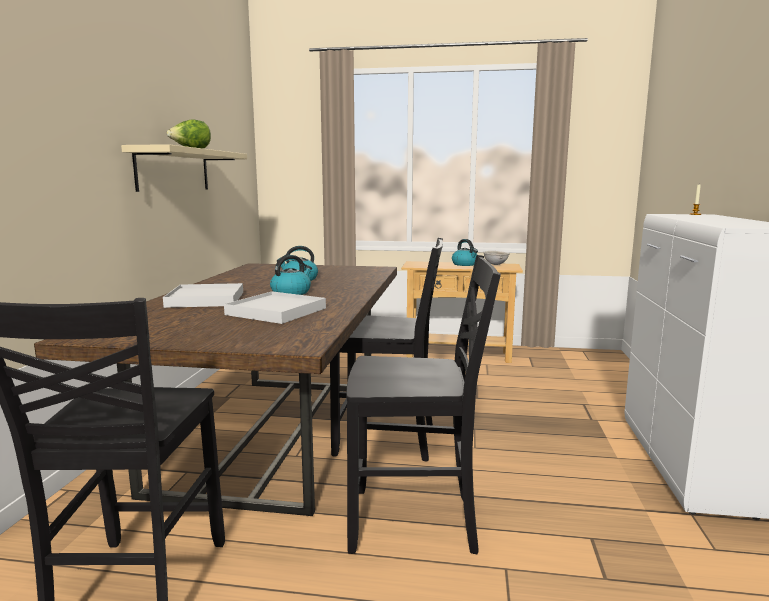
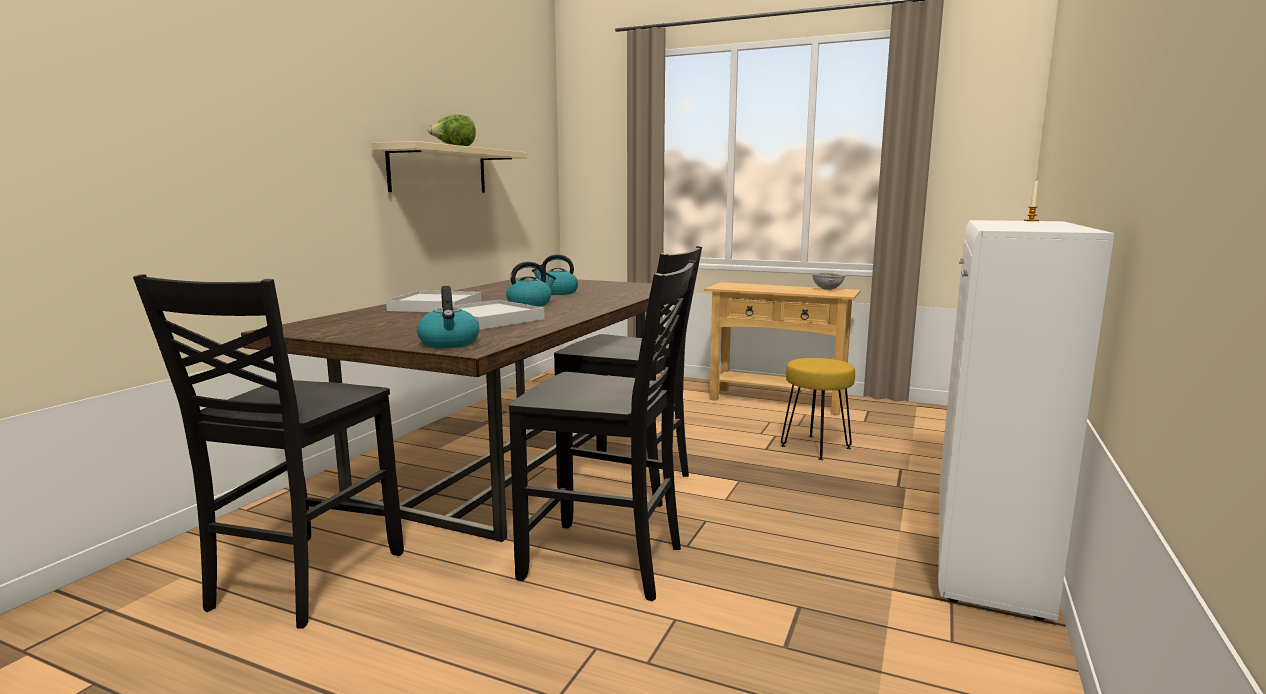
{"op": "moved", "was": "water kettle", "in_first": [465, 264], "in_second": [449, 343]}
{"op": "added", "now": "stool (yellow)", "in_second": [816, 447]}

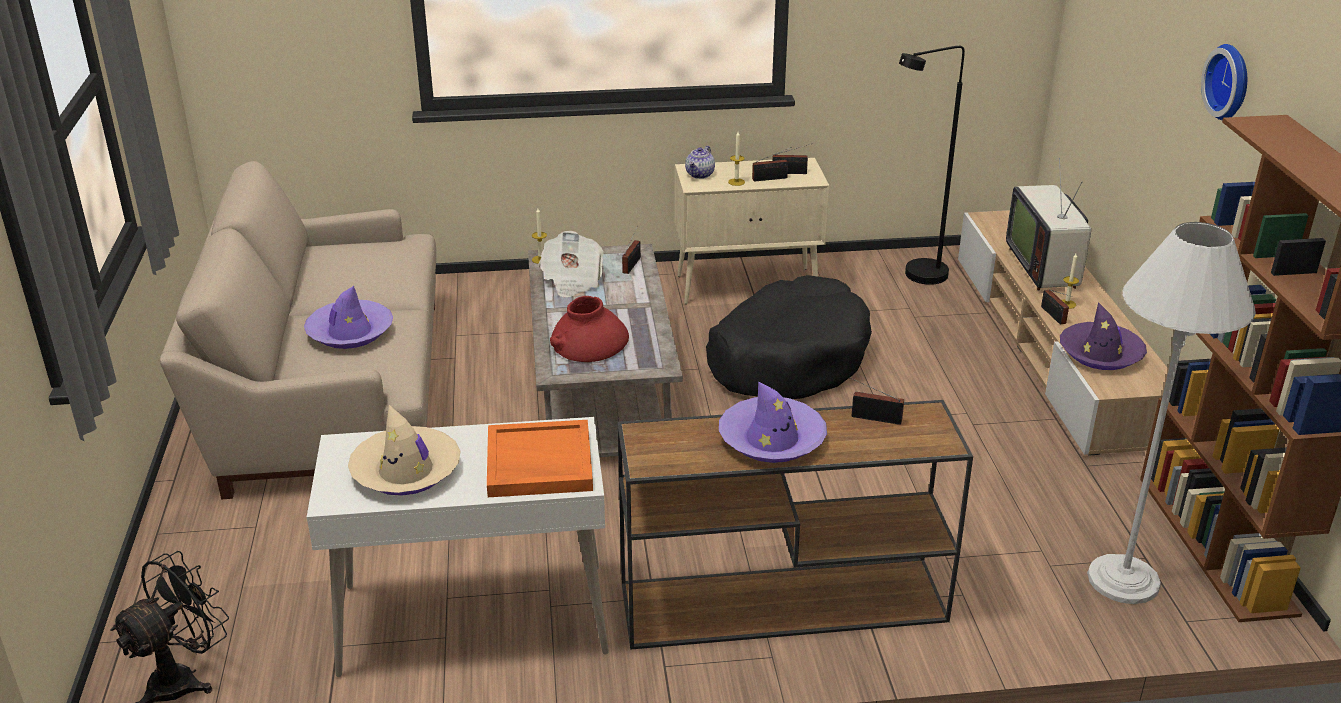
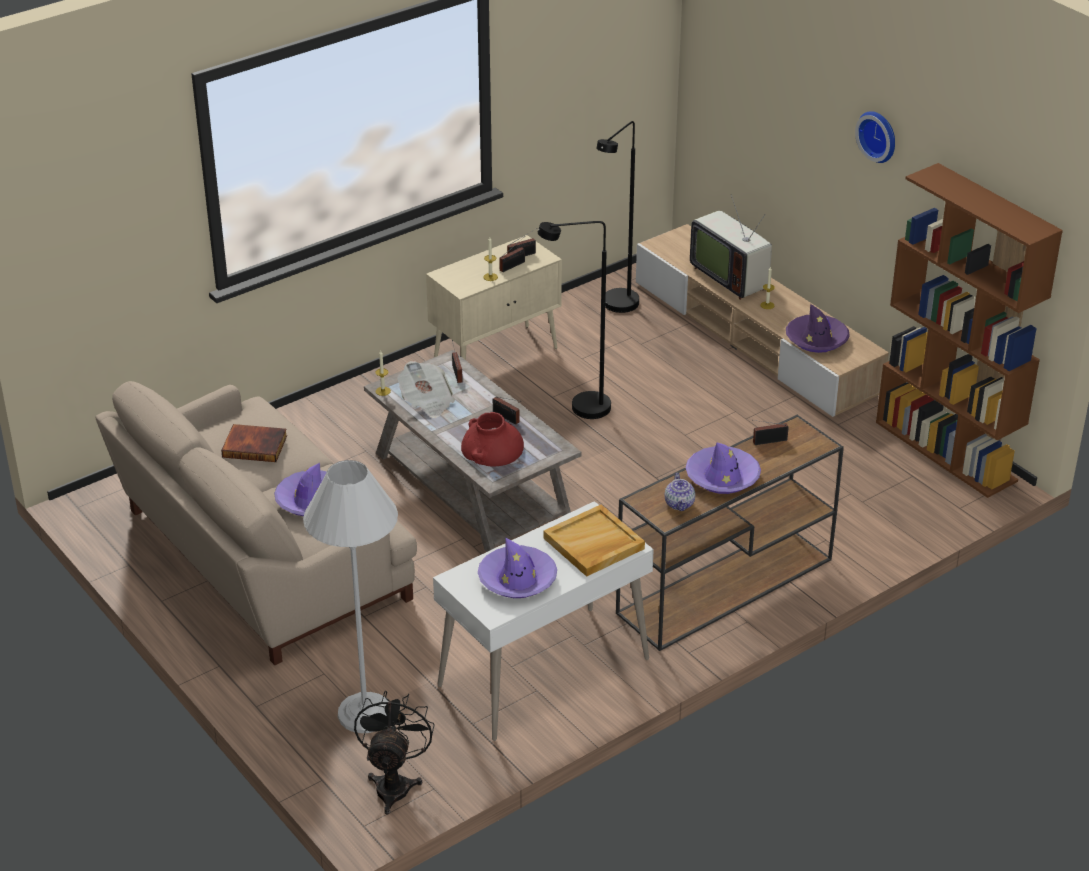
{"op": "recoloured", "was": "clothing hat (sand-coloured)", "now": "clothing hat (purple-coloured)", "in_first": [406, 471], "in_second": [517, 579]}
{"op": "recoloured", "was": "serving tray (orangey)", "now": "serving tray (sand-coloured)", "in_first": [538, 463], "in_second": [593, 544]}
{"op": "moved", "was": "tea pot", "in_first": [700, 175], "in_second": [680, 504]}
{"op": "replaced", "was": "pet bed (black-coloured)", "now": "standing lamp (black-coloured)", "in_first": [788, 358], "in_second": [580, 409]}
{"op": "moved", "was": "radio set", "in_first": [1054, 316], "in_second": [507, 418]}
{"op": "moved", "was": "standing lamp (white-coloured)", "in_first": [1123, 579], "in_second": [365, 713]}
{"op": "added", "now": "bound book", "in_second": [255, 445]}

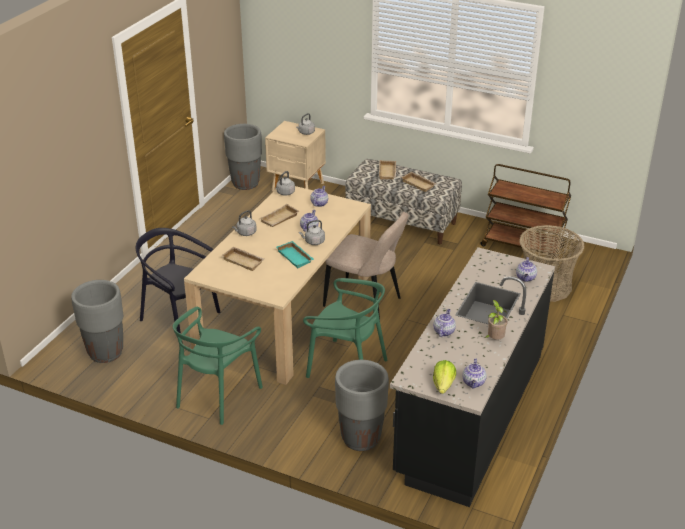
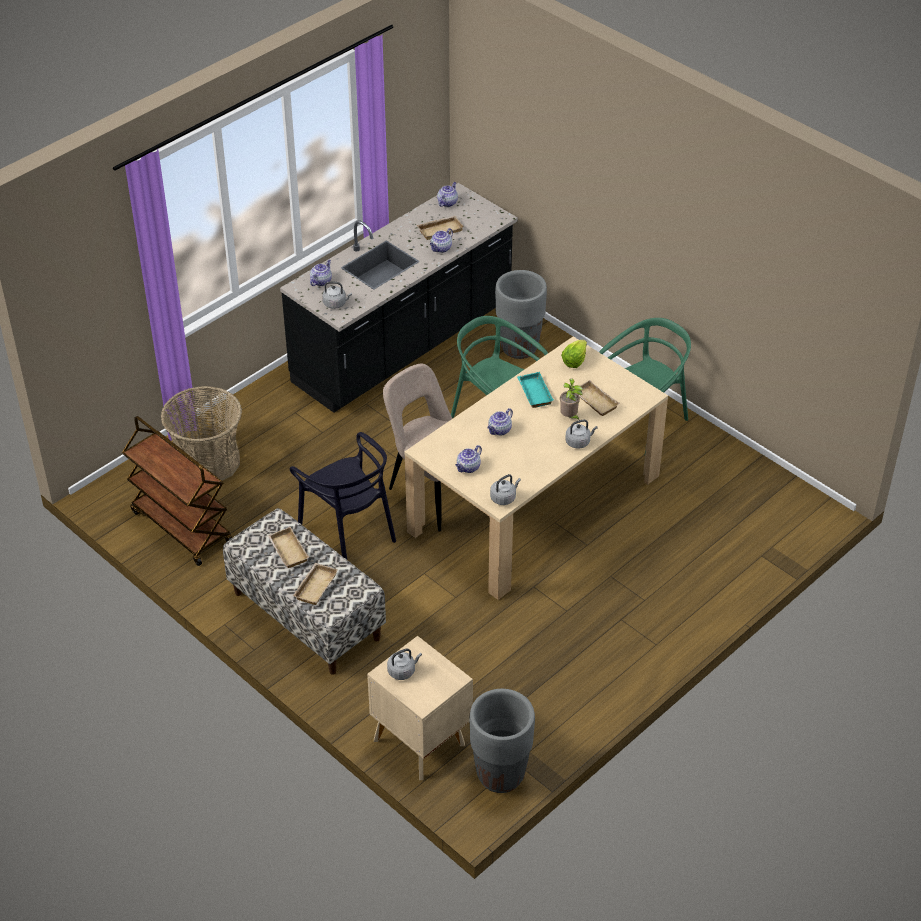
{"op": "removed", "was": "flower pot (greyish)", "in_first": [105, 353]}
{"op": "moved", "was": "chair (black-coloured)", "in_first": [179, 318], "in_second": [348, 532]}
{"op": "moved", "was": "serving tray (sand-coloured)", "in_first": [280, 219], "in_second": [440, 229]}
{"op": "moved", "was": "water kettle (greyish)", "in_first": [313, 242], "in_second": [336, 303]}
{"op": "moved", "was": "lettuce head", "in_first": [443, 385], "in_second": [574, 361]}
{"op": "moved", "was": "plant in a pot", "in_first": [494, 339], "in_second": [569, 417]}

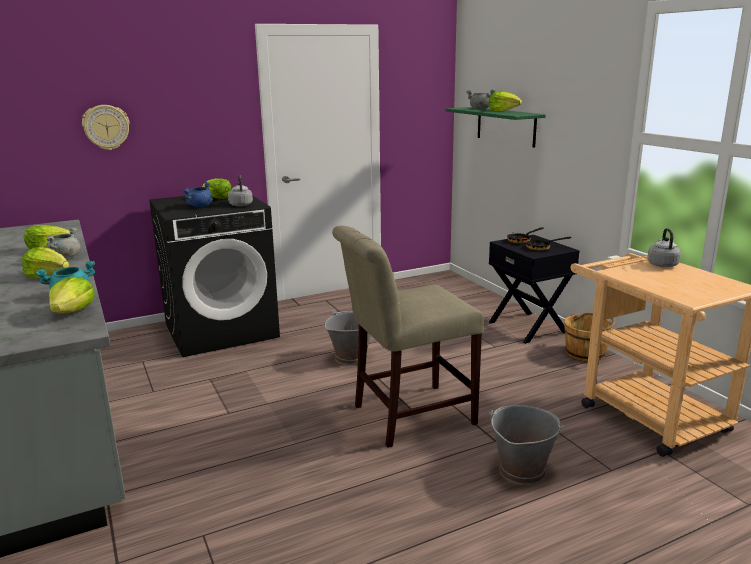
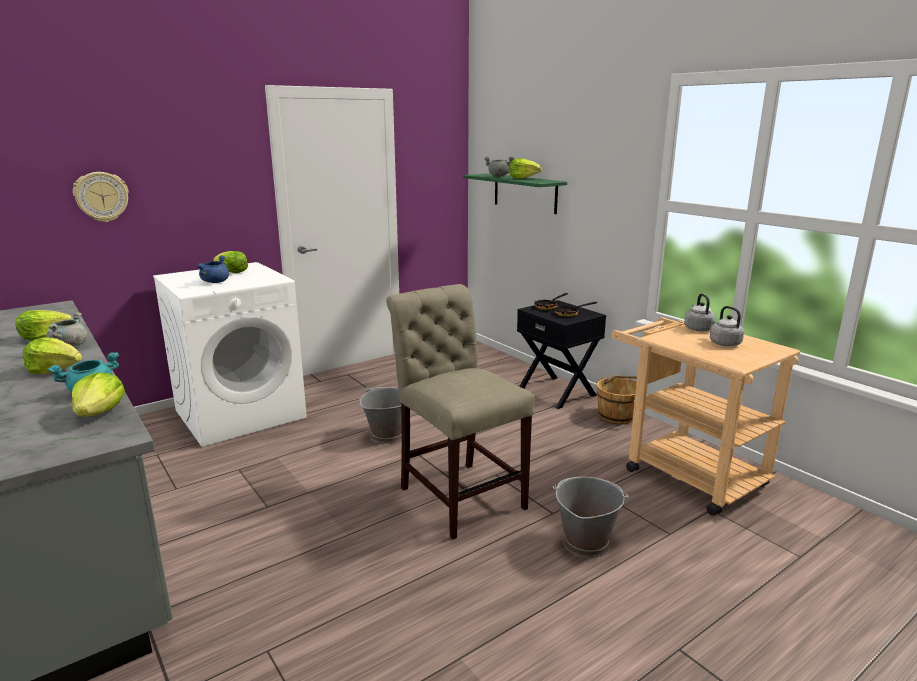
{"op": "recoloured", "was": "laundry appliance (black-coloured)", "now": "laundry appliance (white-coloured)", "in_first": [222, 330], "in_second": [241, 413]}
{"op": "moved", "was": "water kettle (greyish)", "in_first": [241, 204], "in_second": [723, 343]}
{"op": "turned", "was": "chair (sand-coloured)", "in_first": [407, 416], "in_second": [458, 494], "clockwise": 90}

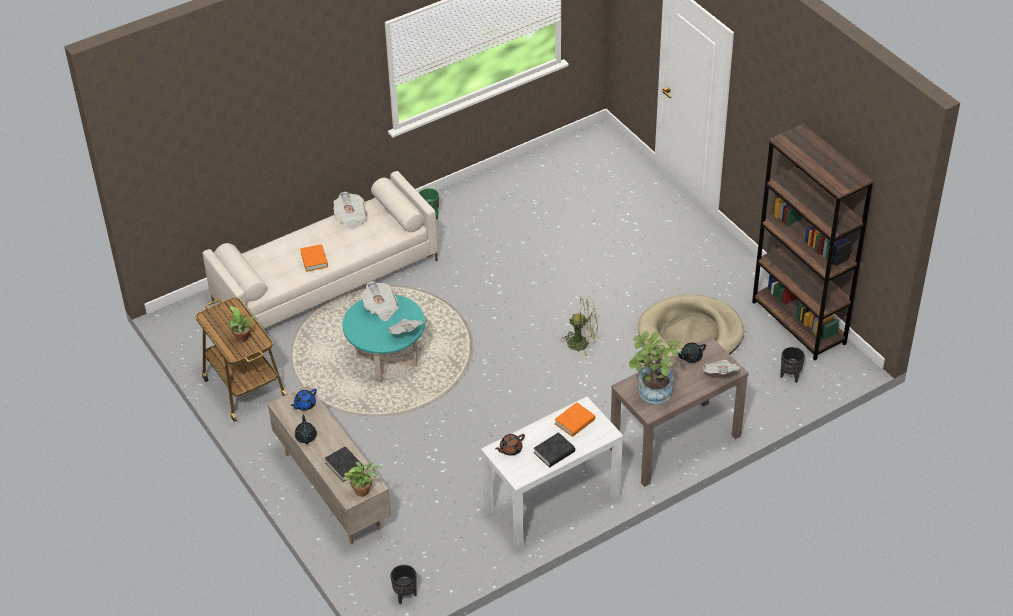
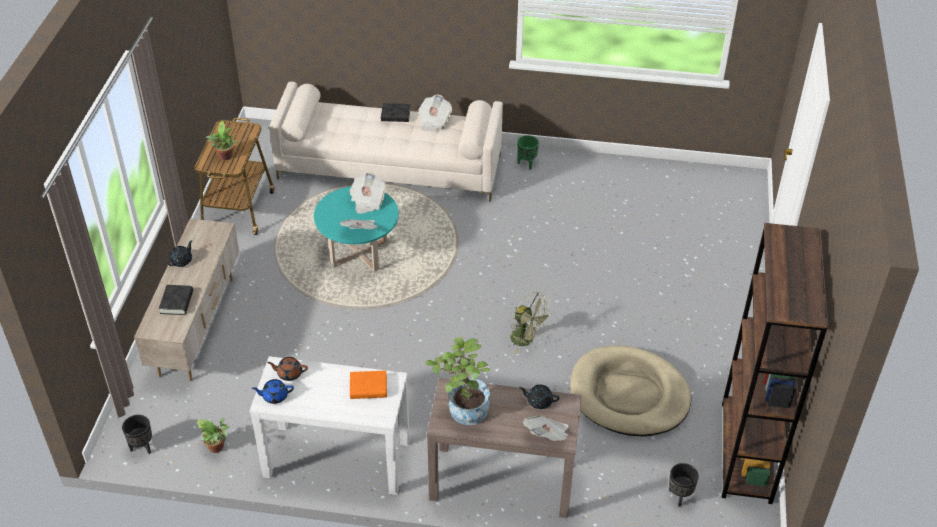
{"op": "moved", "was": "tea pot (blue)", "in_first": [304, 405], "in_second": [274, 396]}
{"op": "removed", "was": "bound book (orangey)", "in_first": [314, 260]}
{"op": "moved", "was": "plant in a pot", "in_first": [364, 490], "in_second": [218, 447]}
{"op": "moved", "was": "bound book (black-coloured)", "in_first": [554, 452], "in_second": [395, 115]}

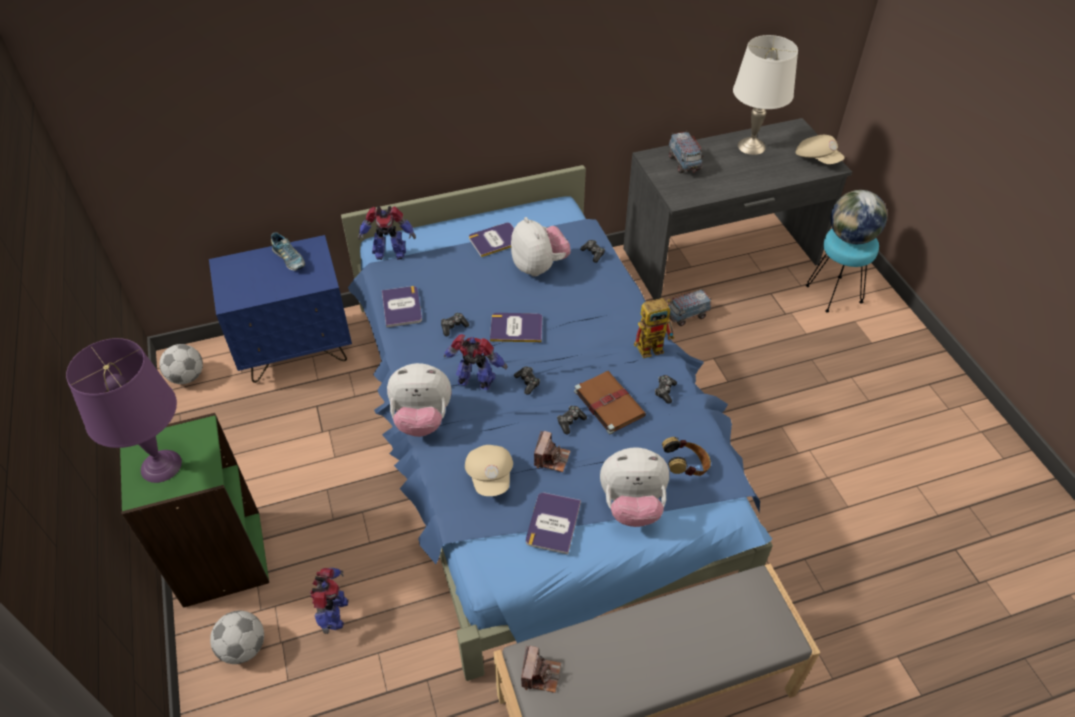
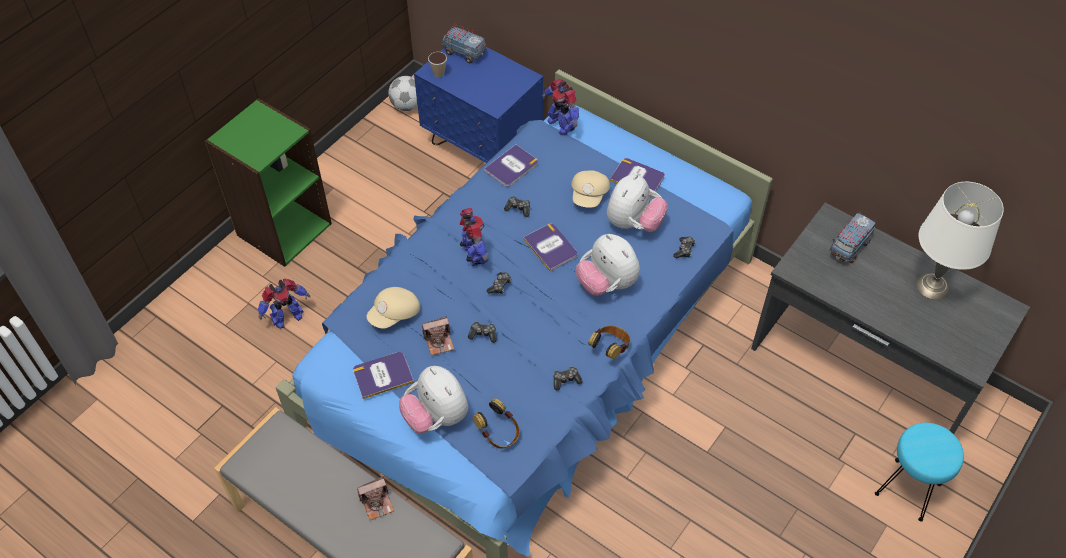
{"op": "removed", "was": "table lamp (purple-coloured)", "in_first": [160, 465]}
{"op": "removed", "was": "ball for football", "in_first": [244, 647]}
{"op": "removed", "was": "item of footwear", "in_first": [289, 259]}
{"op": "moved", "was": "plush toy", "in_first": [422, 419], "in_second": [607, 283]}
{"op": "moved", "was": "photo camera", "in_first": [540, 674], "in_second": [377, 503]}
{"op": "removed", "was": "bound book (brownish)", "in_first": [608, 402]}
{"op": "replaced", "was": "toy robot", "now": "headphones", "in_first": [654, 346], "in_second": [610, 348]}
{"op": "moved", "was": "model truck", "in_first": [686, 315], "in_second": [464, 53]}
{"op": "moved", "was": "cap (sand-coloured)", "in_first": [818, 159], "in_second": [590, 195]}
{"op": "removed", "was": "world globe", "in_first": [851, 238]}
{"op": "added", "now": "drinking cup", "in_second": [438, 73]}

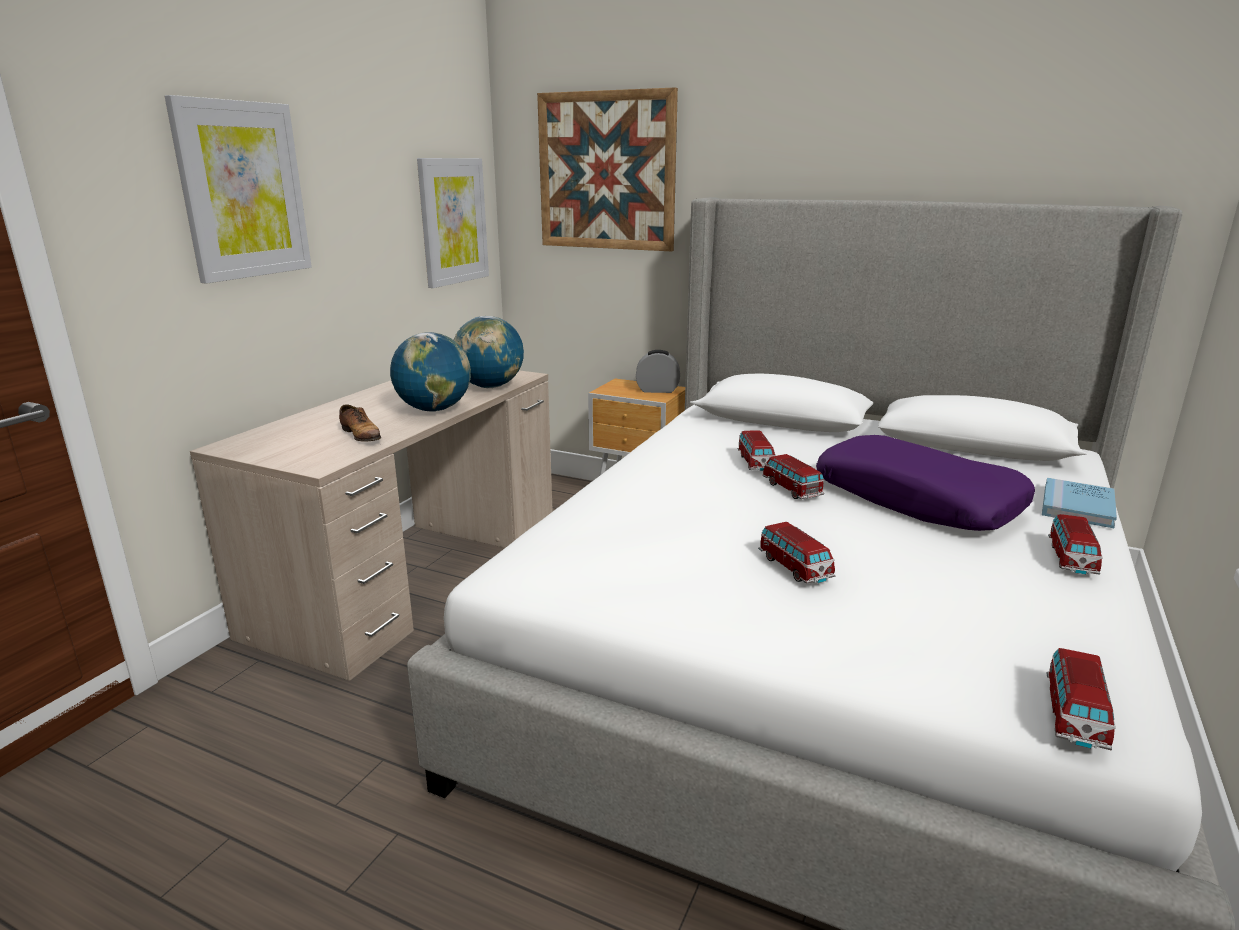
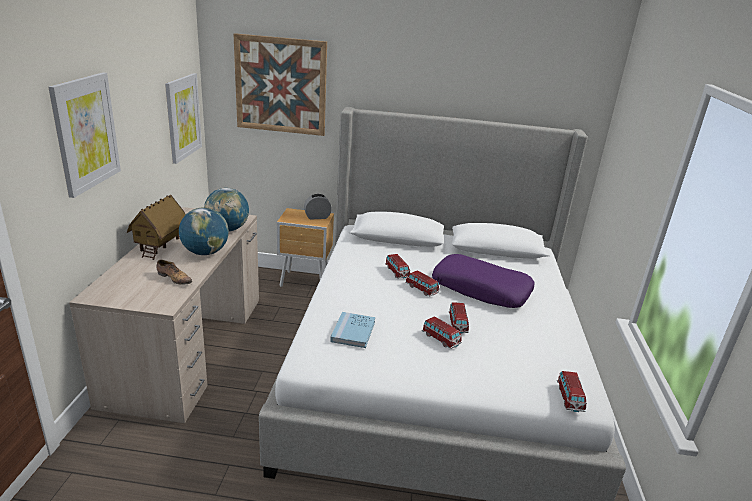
{"op": "moved", "was": "bound book (blue)", "in_first": [1077, 506], "in_second": [353, 331]}
{"op": "moved", "was": "model car", "in_first": [1071, 559], "in_second": [457, 324]}
{"op": "added", "now": "model house", "in_second": [160, 245]}

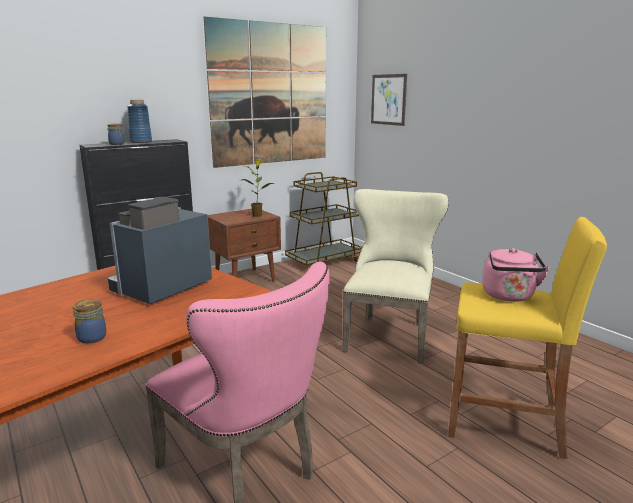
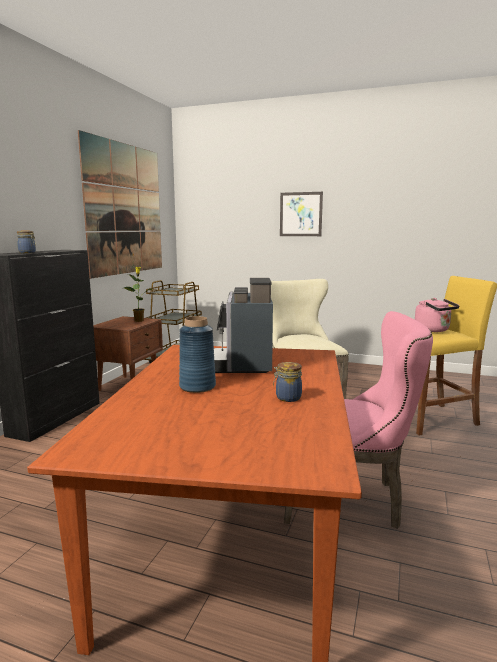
{"op": "moved", "was": "decorative vase (blue)", "in_first": [141, 142], "in_second": [198, 386]}
{"op": "moved", "was": "wall picture", "in_first": [388, 99], "in_second": [300, 214]}

